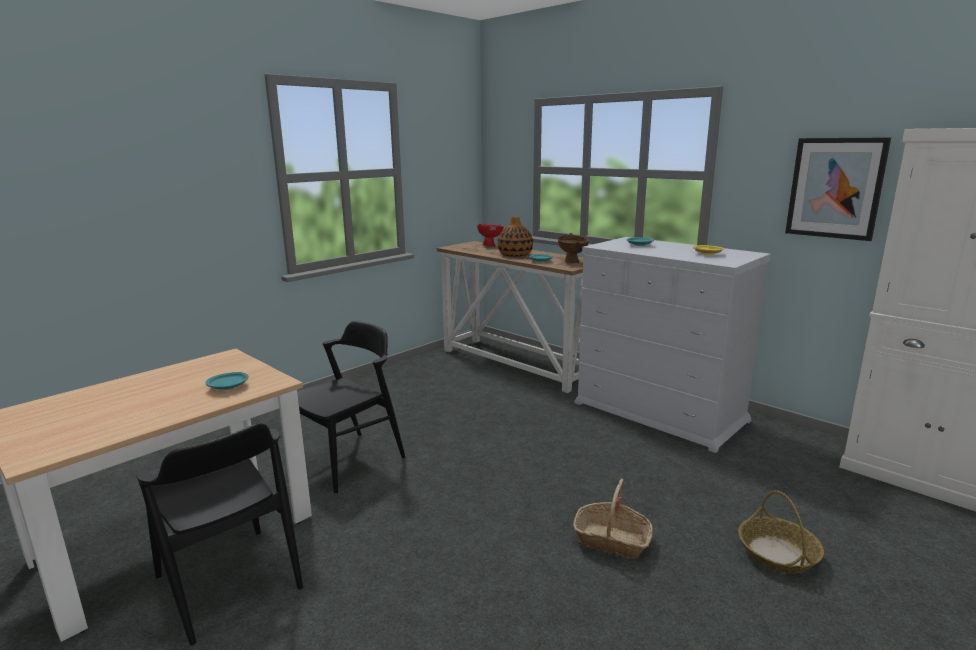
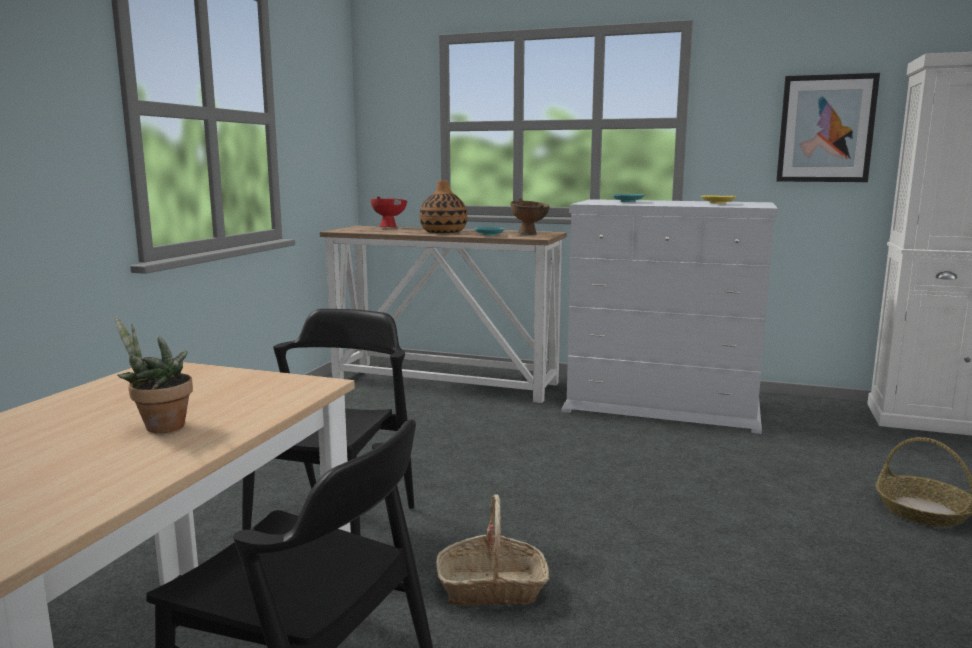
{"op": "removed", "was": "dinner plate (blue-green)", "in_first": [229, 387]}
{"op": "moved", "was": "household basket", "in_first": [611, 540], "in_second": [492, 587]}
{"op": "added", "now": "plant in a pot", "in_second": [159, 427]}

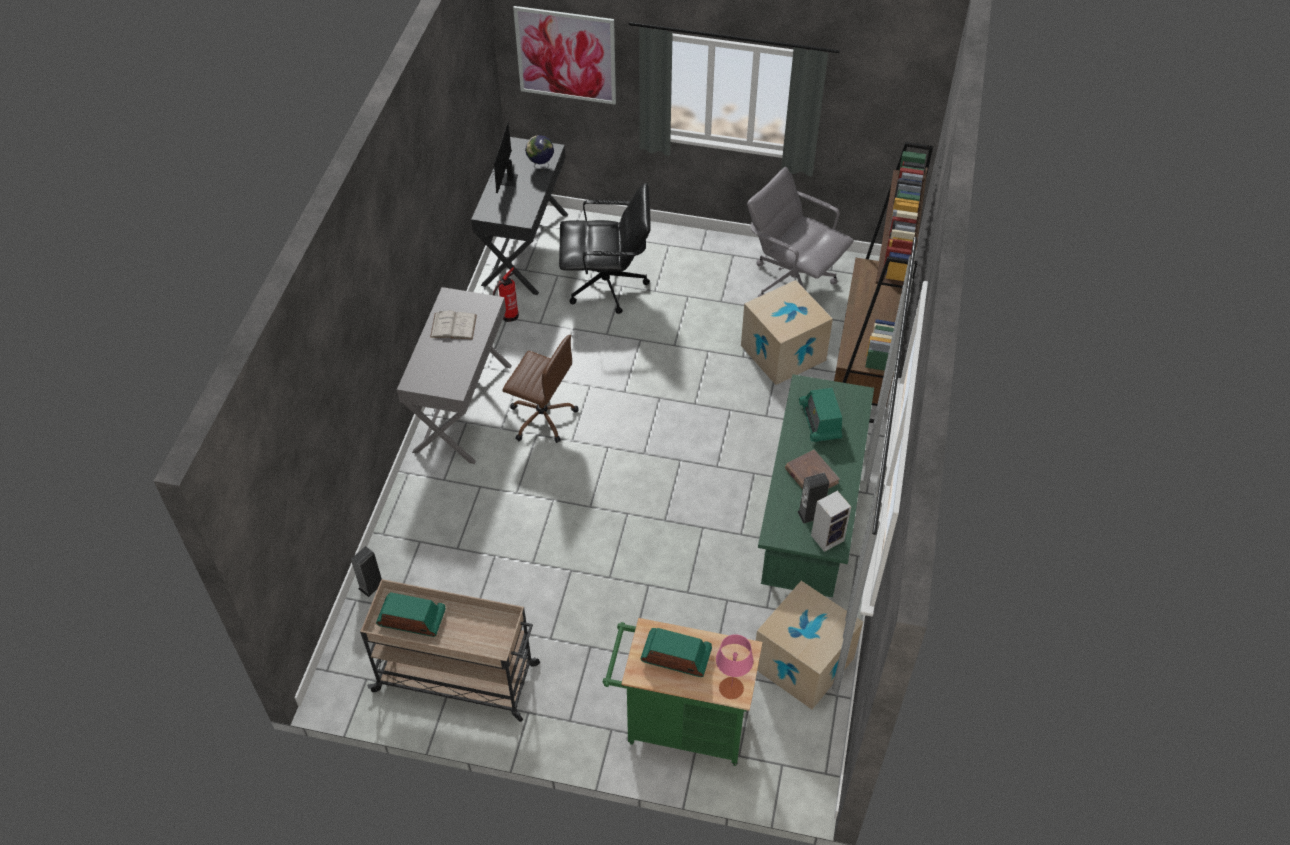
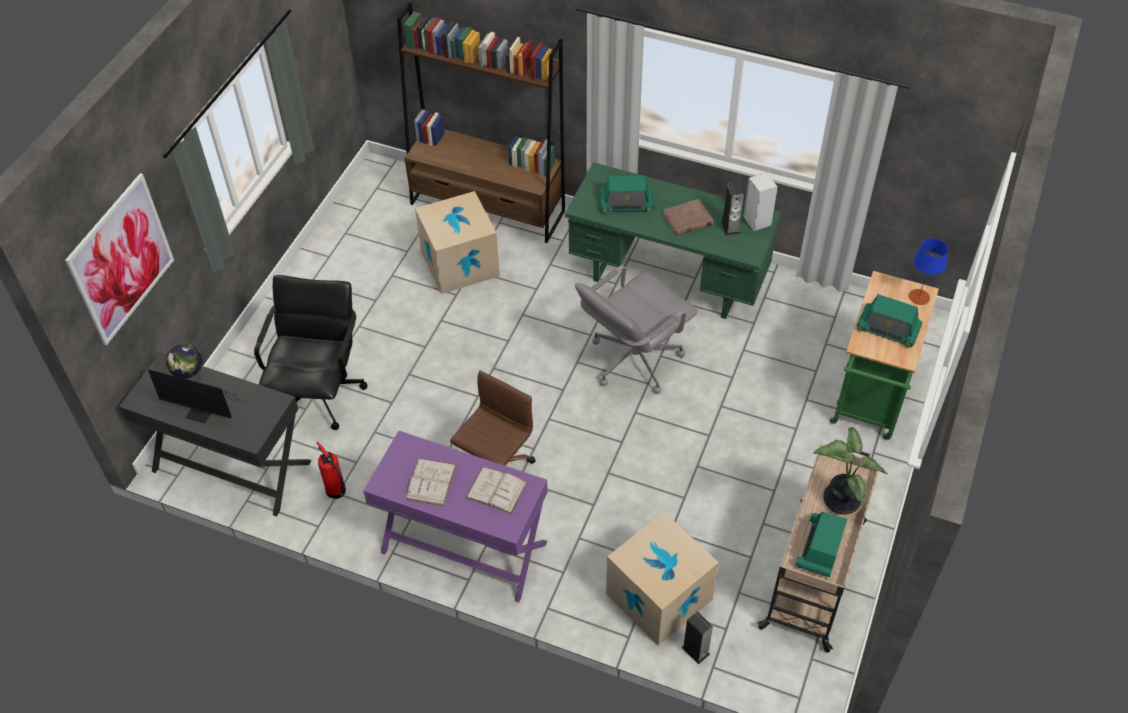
{"op": "recoloured", "was": "desk table (greyish)", "now": "desk table (purple-coloured)", "in_first": [462, 407], "in_second": [463, 548]}
{"op": "turned", "was": "radio set", "in_first": [676, 657], "in_second": [888, 329], "clockwise": -90}
{"op": "recoloured", "was": "table lamp (pink)", "now": "table lamp (blue)", "in_first": [731, 688], "in_second": [919, 297]}
{"op": "moved", "was": "computer chair (greyish)", "in_first": [792, 281], "in_second": [633, 359]}
{"op": "moved", "was": "carton", "in_first": [803, 662], "in_second": [659, 596]}
{"op": "added", "now": "bound book (white-coloured)", "in_second": [496, 490]}
{"op": "added", "now": "plant in a pot", "in_second": [839, 499]}

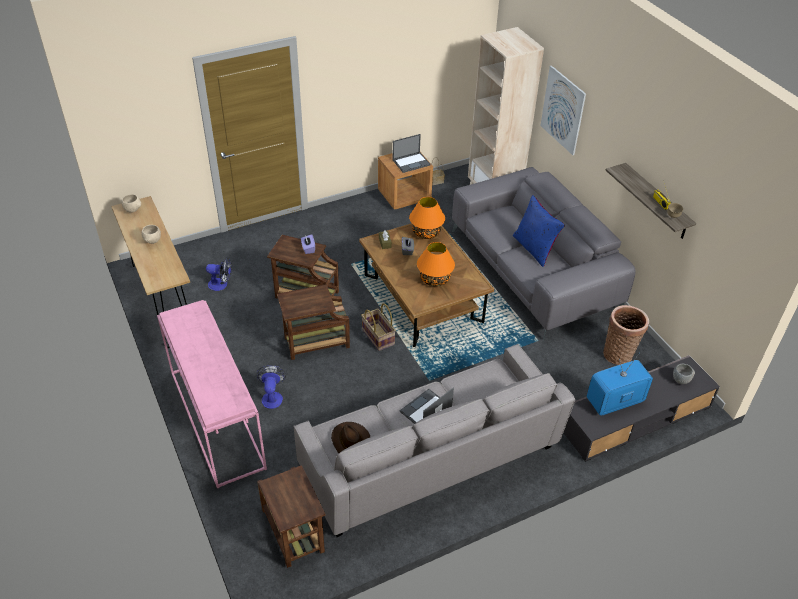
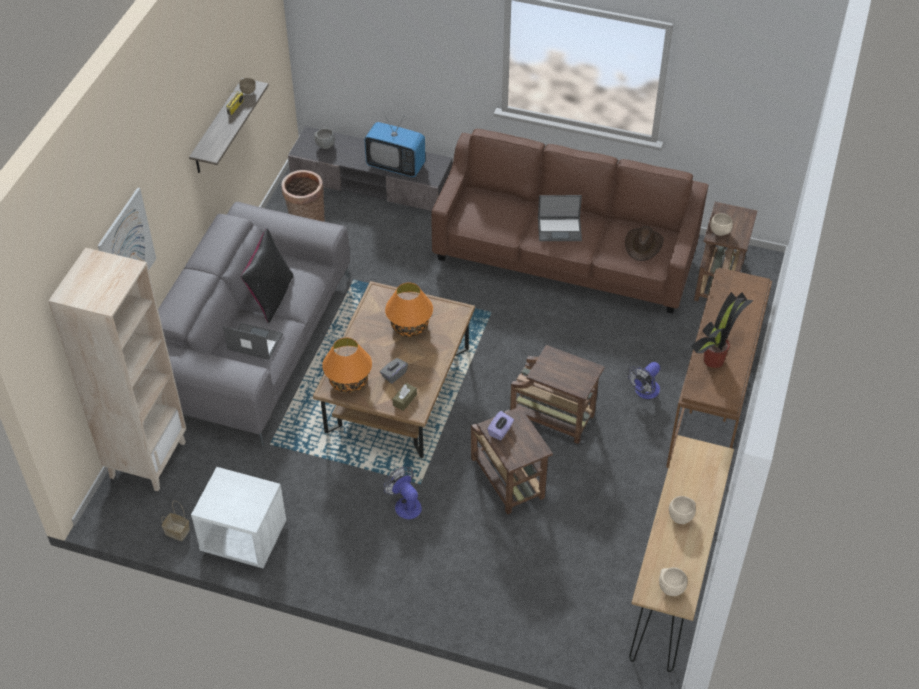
{"op": "recoloured", "was": "console table (pink)", "now": "console table (brownish)", "in_first": [215, 419], "in_second": [713, 406]}
{"op": "moved", "was": "fan", "in_first": [221, 285], "in_second": [405, 504]}
{"op": "recoloured", "was": "sofa (greyish)", "now": "sofa (brownish)", "in_first": [429, 460], "in_second": [565, 257]}
{"op": "removed", "was": "household basket", "in_first": [377, 337]}
{"op": "recoloured", "was": "nightstand (brownish)", "now": "nightstand (white-coloured)", "in_first": [404, 196], "in_second": [243, 538]}
{"op": "moved", "was": "notebook computer", "in_first": [411, 162], "in_second": [254, 342]}
{"op": "recoloured", "was": "cushion (blue)", "now": "cushion (black-coloured)", "in_first": [534, 249], "in_second": [271, 296]}
{"op": "added", "now": "plant in a pot", "in_second": [714, 359]}
{"op": "added", "now": "deep dish (sand-coloured)", "in_second": [720, 232]}

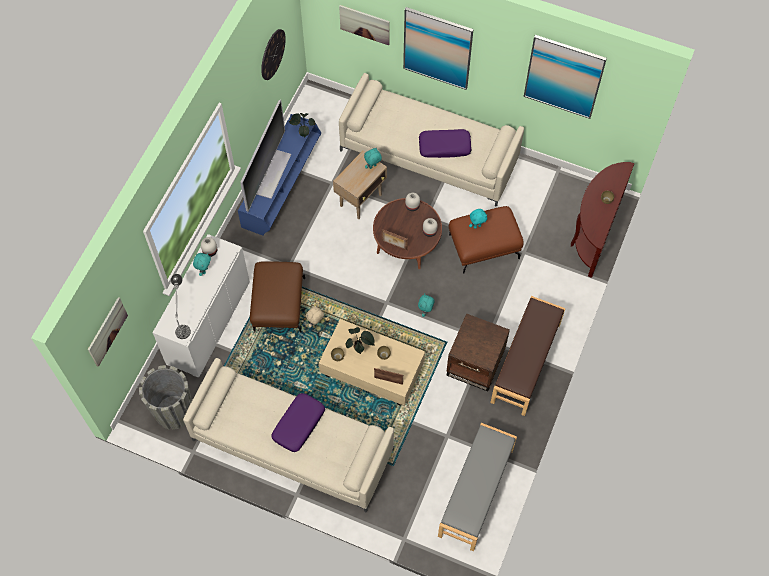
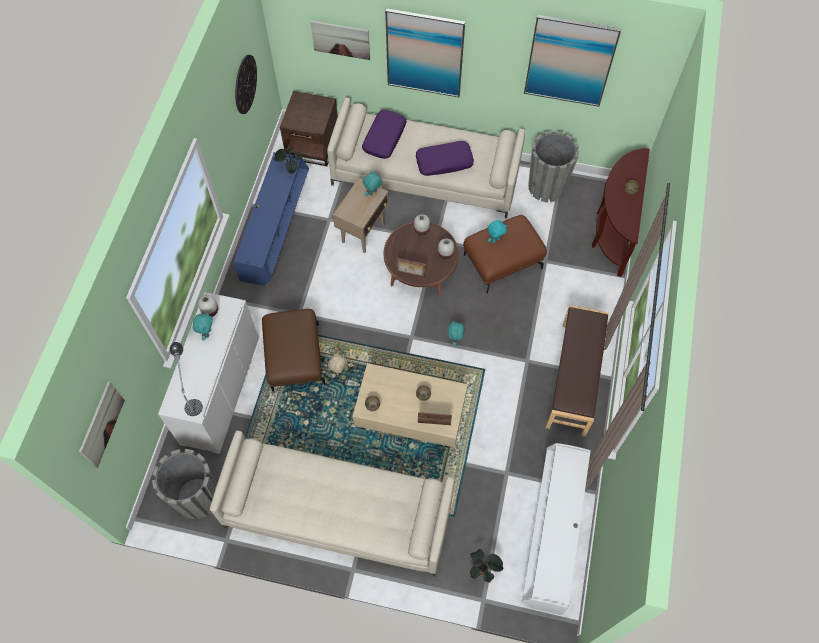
{"op": "removed", "was": "TV set", "in_first": [272, 173]}
{"op": "moved", "was": "cushion (purple-coloured)", "in_first": [298, 424], "in_second": [384, 138]}
{"op": "moved", "was": "plant in a pot", "in_first": [359, 347], "in_second": [483, 570]}
{"op": "replaced", "was": "indoor bench (greyish)", "now": "media console (white-coloured)", "in_first": [476, 493], "in_second": [552, 532]}
{"op": "moved", "was": "side table (brownish)", "in_first": [476, 363], "in_second": [313, 145]}
{"op": "added", "now": "flower pot (greyish)", "in_second": [546, 187]}

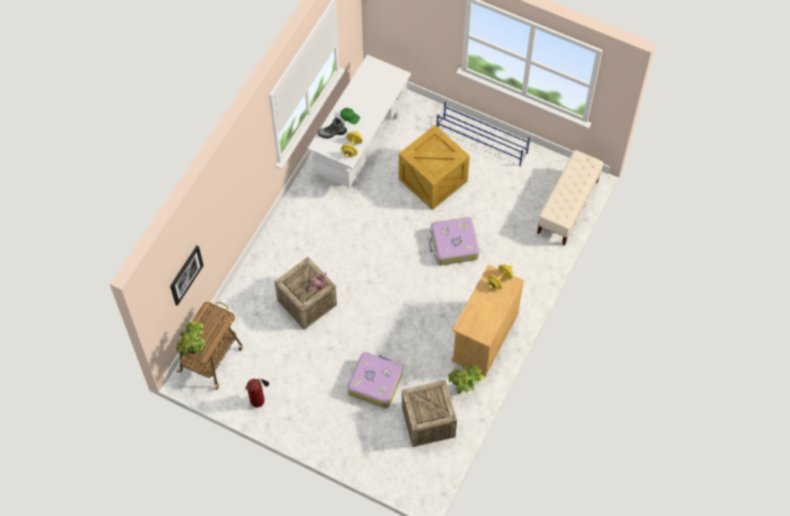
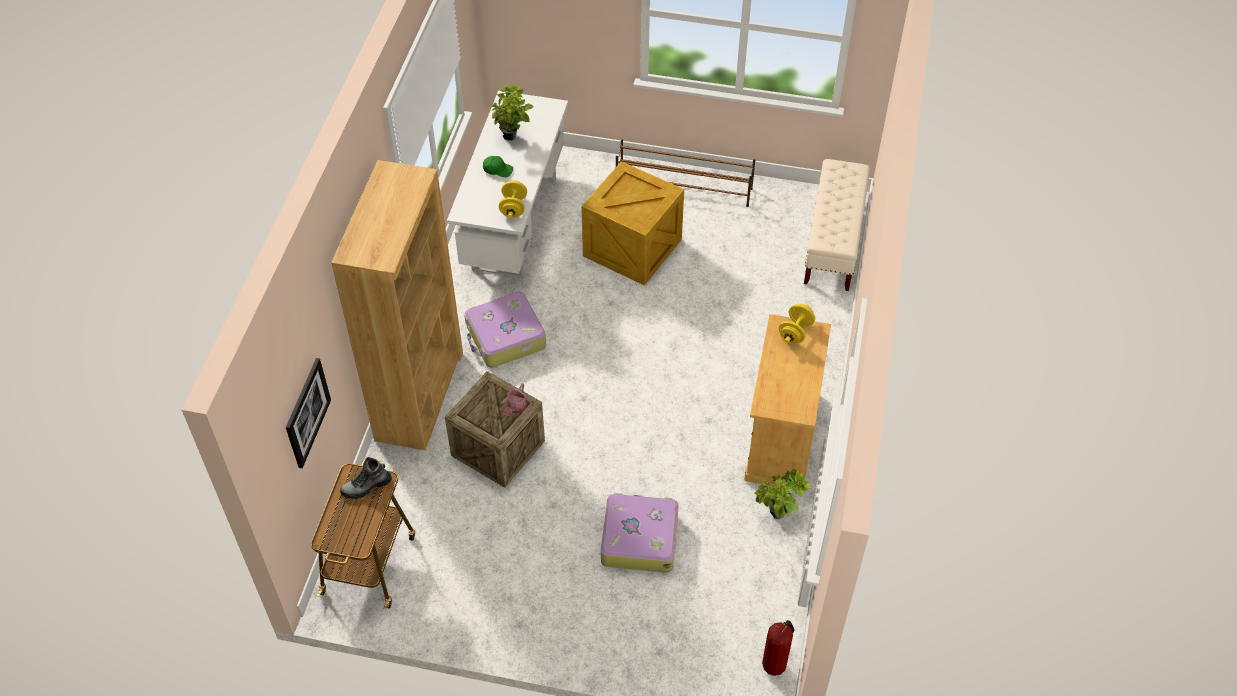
{"op": "moved", "was": "plant in a pot", "in_first": [195, 351], "in_second": [512, 138]}
{"op": "moved", "was": "fire-fighting cylinder", "in_first": [259, 400], "in_second": [775, 664]}
{"op": "moved", "was": "high-top boot", "in_first": [332, 133], "in_second": [366, 486]}
{"op": "removed", "was": "packing crate", "in_first": [428, 422]}
{"op": "moved", "was": "travel case", "in_first": [453, 245], "in_second": [505, 337]}
{"op": "recoloured", "was": "shoe shelf (blue)", "now": "shoe shelf (brownish)", "in_first": [482, 141], "in_second": [684, 187]}
{"op": "added", "now": "bookshelf (brownish)", "in_second": [419, 395]}

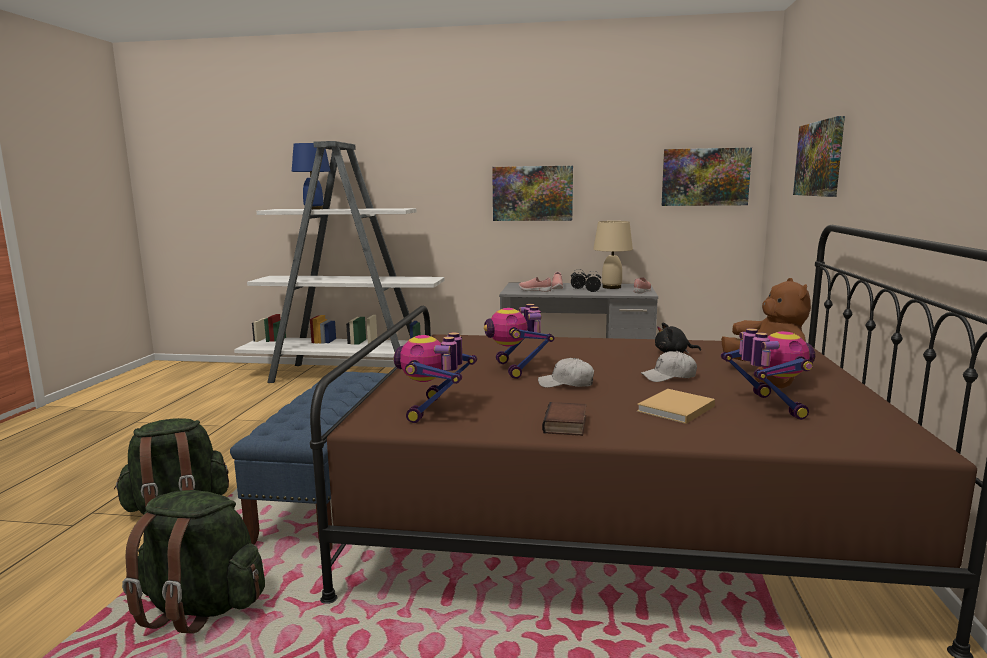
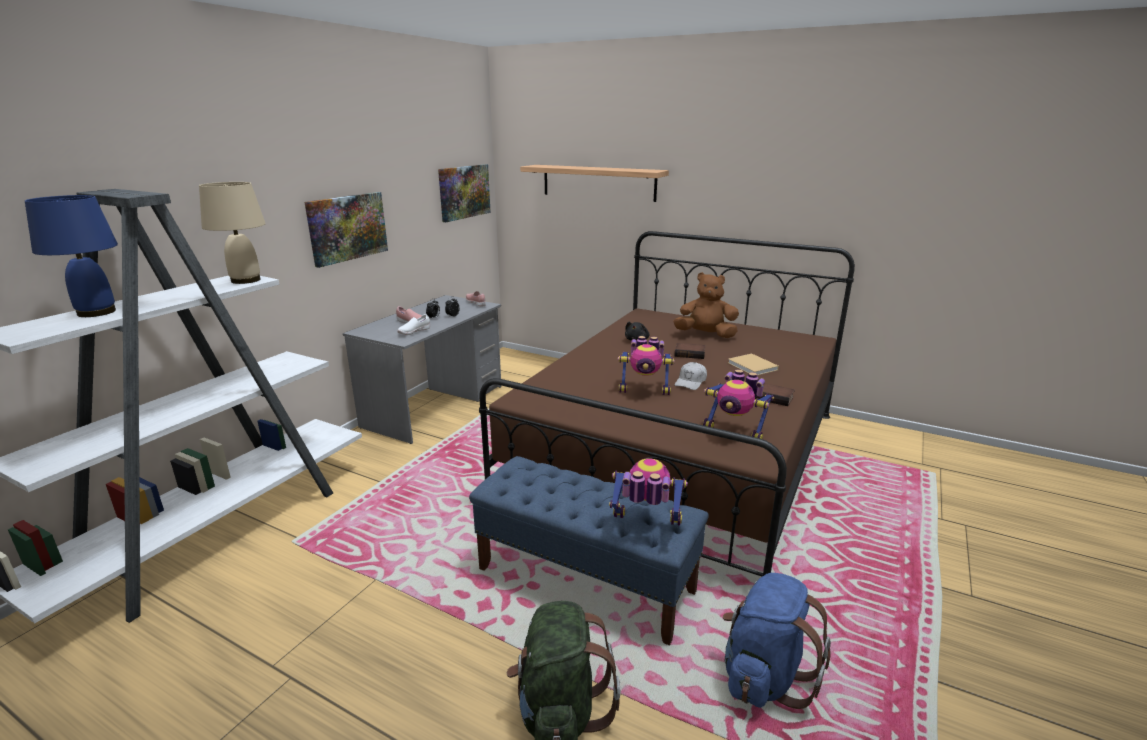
{"op": "recoloured", "was": "backpack (green-coloured)", "now": "backpack (blue)", "in_first": [201, 607], "in_second": [764, 676]}
{"op": "recoloured", "was": "item of footwear (pink)", "now": "item of footwear (white-coloured)", "in_first": [535, 291], "in_second": [414, 332]}
{"op": "moved", "was": "table lamp (sand-coloured)", "in_first": [611, 287], "in_second": [246, 280]}
{"op": "replaced", "was": "cap (white-coloured)", "now": "bound book", "in_first": [669, 377], "in_second": [690, 354]}
{"op": "moved", "was": "toy robot", "in_first": [768, 407], "in_second": [645, 525]}
{"op": "replaced", "was": "wall picture", "now": "shelf", "in_first": [819, 159], "in_second": [598, 182]}

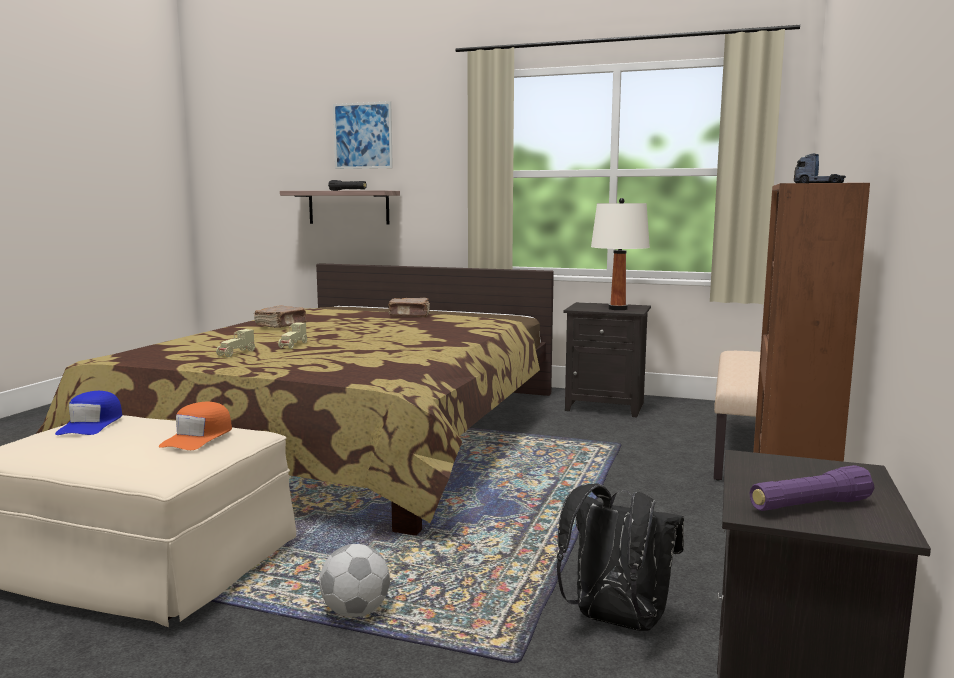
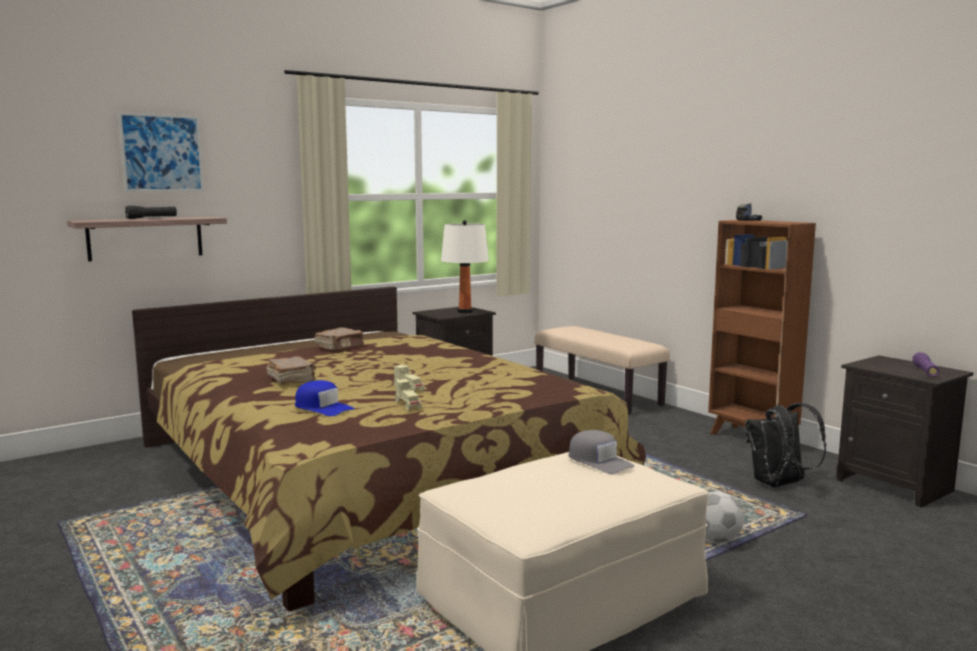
{"op": "moved", "was": "cap (blue)", "in_first": [92, 424], "in_second": [323, 408]}
{"op": "recoloured", "was": "cap (orangey)", "now": "cap (greyish)", "in_first": [198, 437], "in_second": [599, 461]}

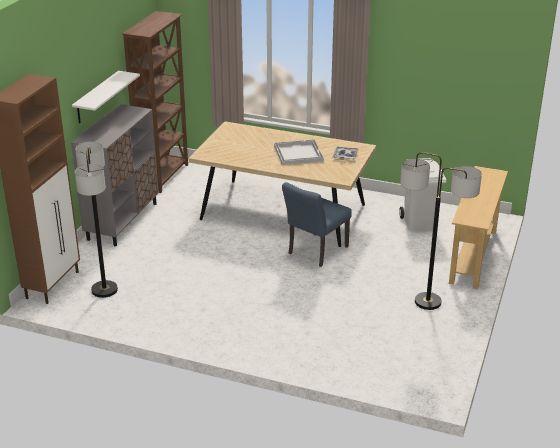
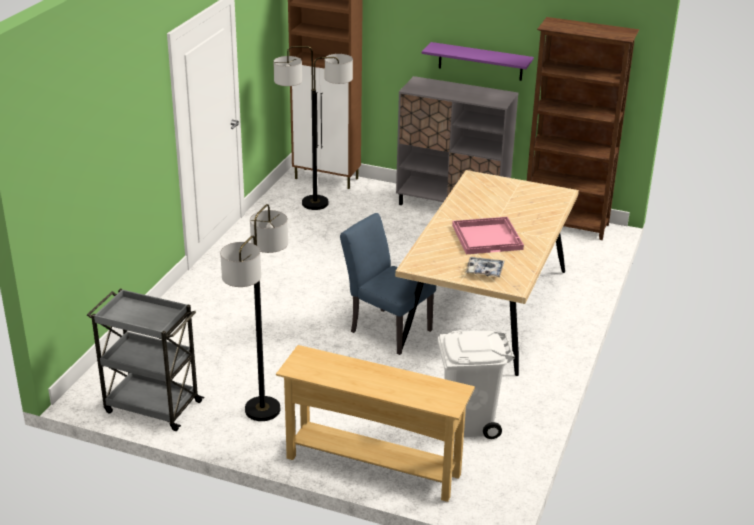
{"op": "recoloured", "was": "shelf (white-coloured)", "now": "shelf (purple-coloured)", "in_first": [97, 97], "in_second": [480, 61]}
{"op": "recoloured", "was": "serving tray (white-coloured)", "now": "serving tray (pink)", "in_first": [298, 153], "in_second": [487, 237]}
{"op": "added", "now": "trolley (greyish)", "in_second": [151, 406]}

